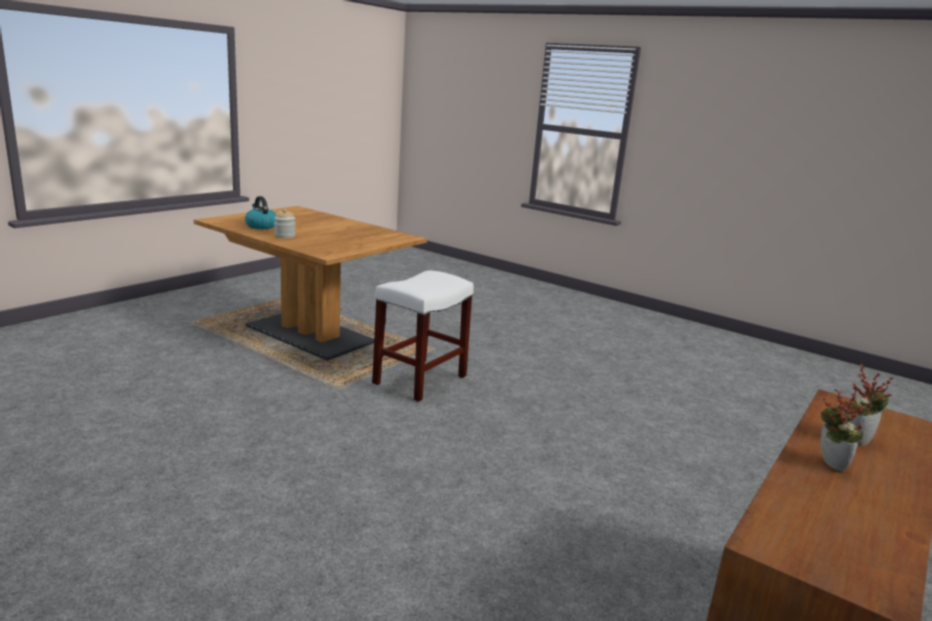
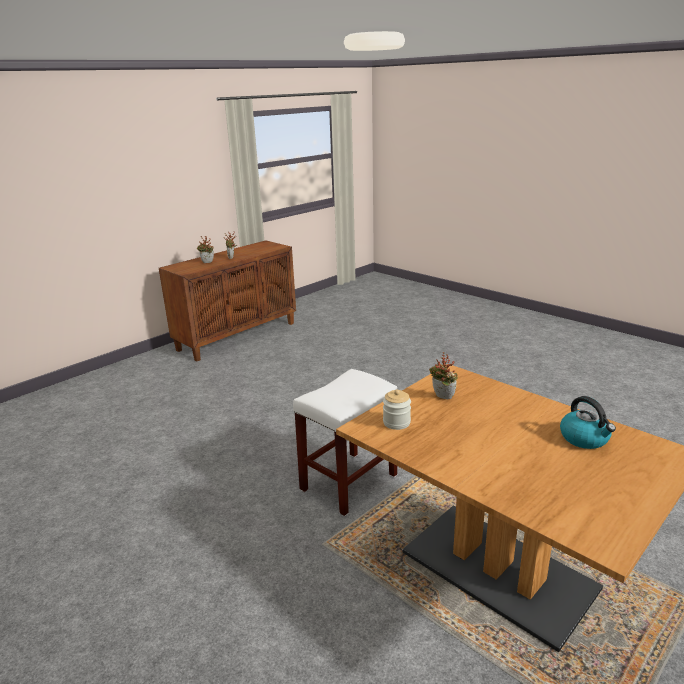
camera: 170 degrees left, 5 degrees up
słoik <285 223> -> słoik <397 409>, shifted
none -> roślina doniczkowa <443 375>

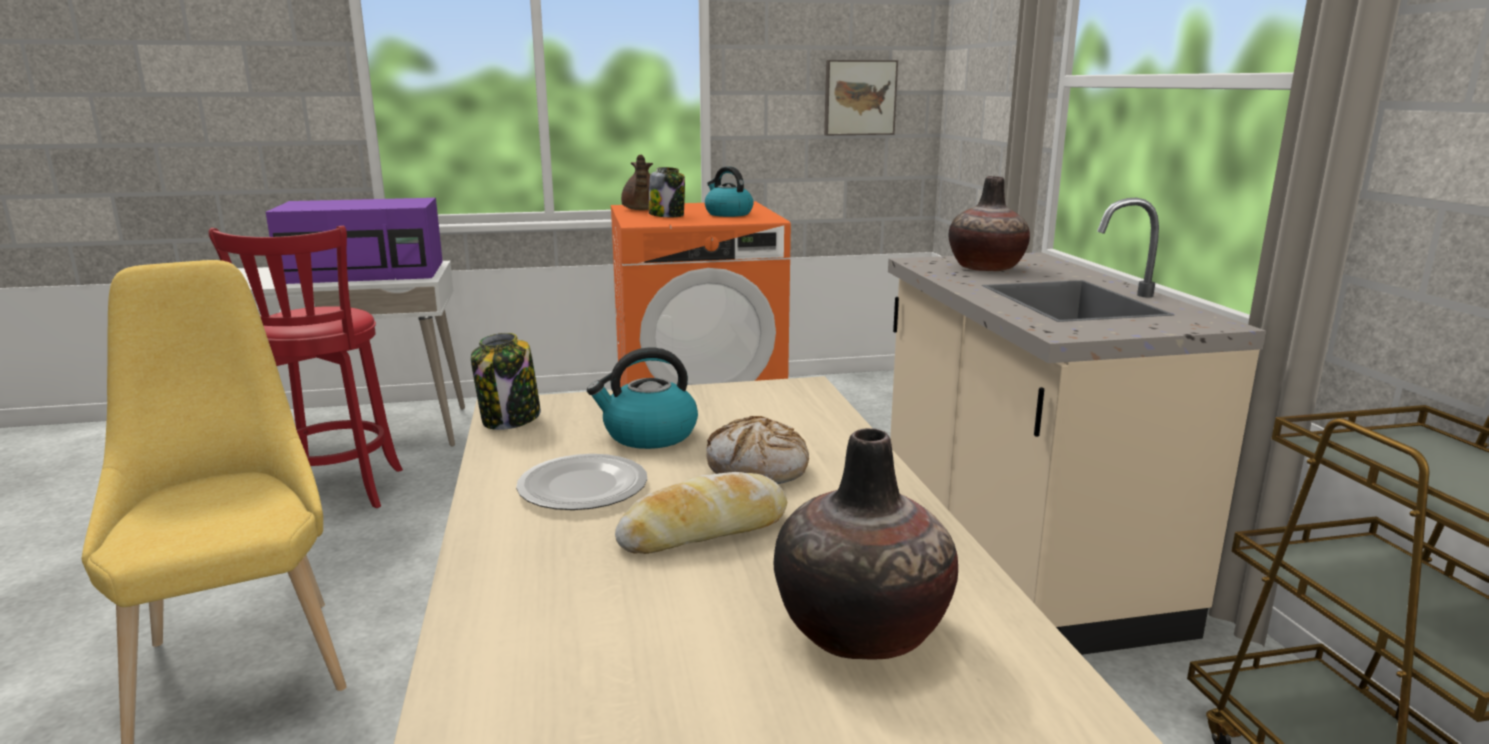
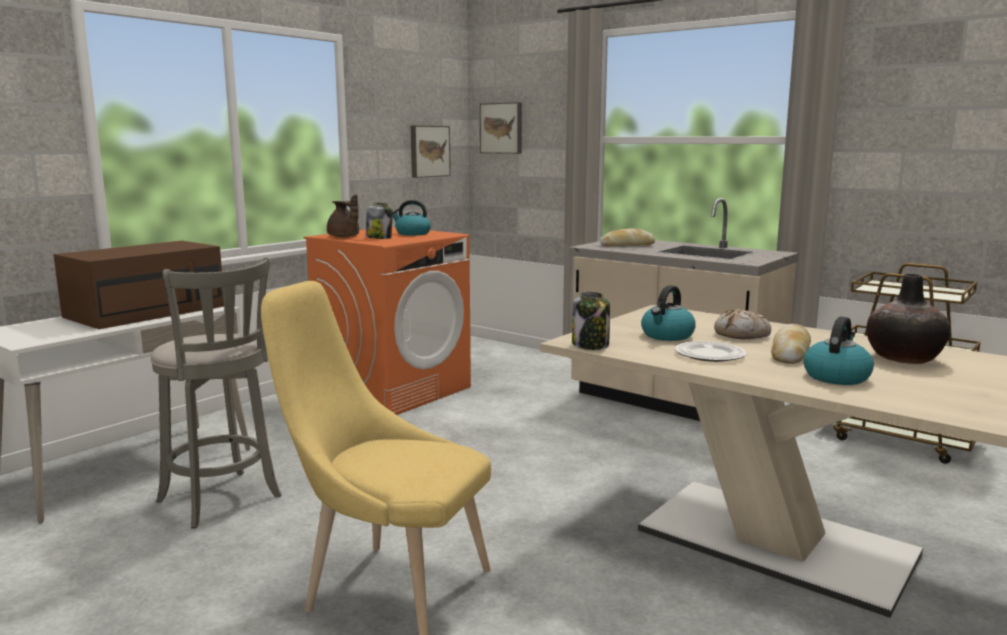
camera: 40 degrees left, 5 degrees down
mikrofalówka [fioletowy] <354 241> -> mikrofalówka [brązowy] <138 285>
stołek [czerwony] <305 367> -> stołek [szary] <215 392>
none -> obraz <501 128>
wazon <989 223> -> chleb <627 237>
none -> czajnik <838 351>

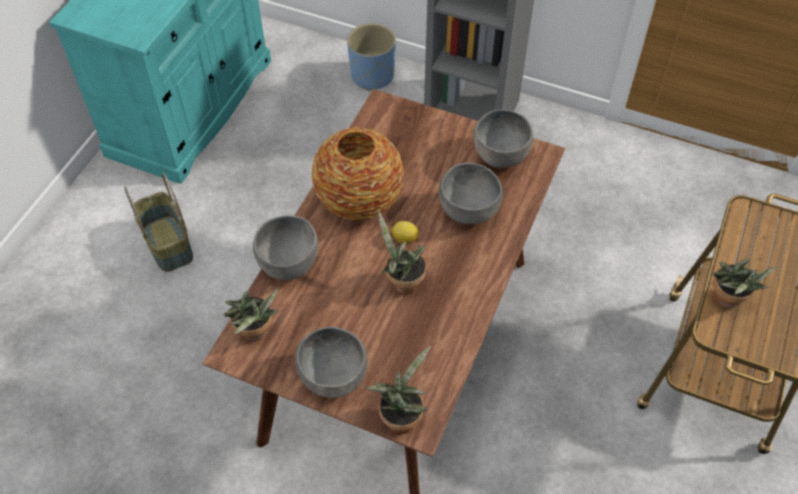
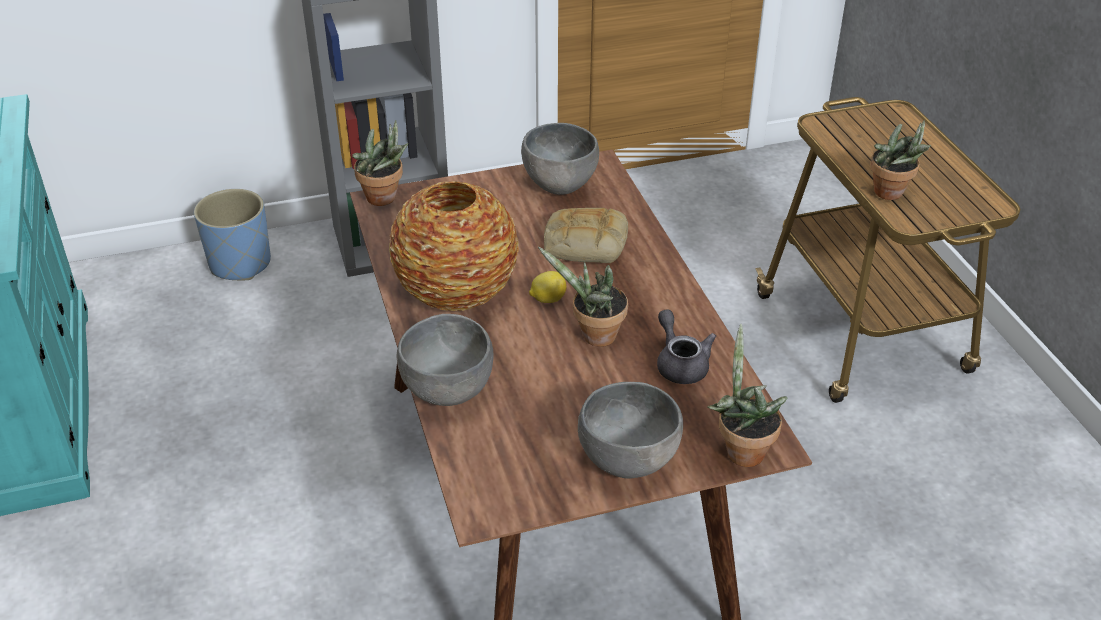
camera: 40 degrees left, 15 degrees down
roślina doniczkowa <251 314> -> roślina doniczkowa <380 163>, shifted
miska [szary] <471 193> -> chleb <586 235>
none -> imbryk [szary] <686 346>
koszyk <158 222> -> none

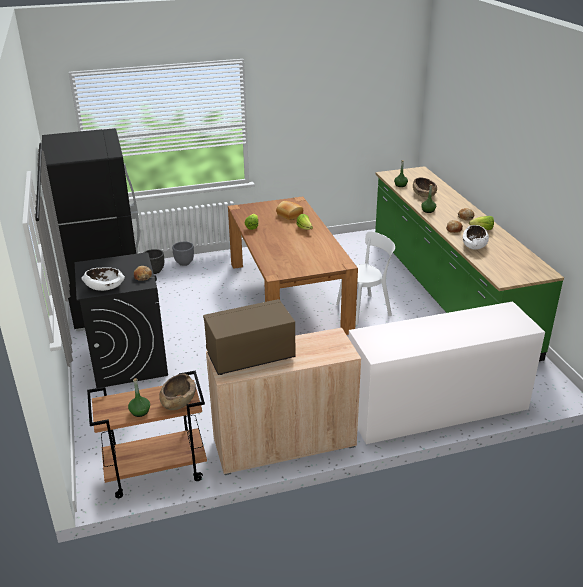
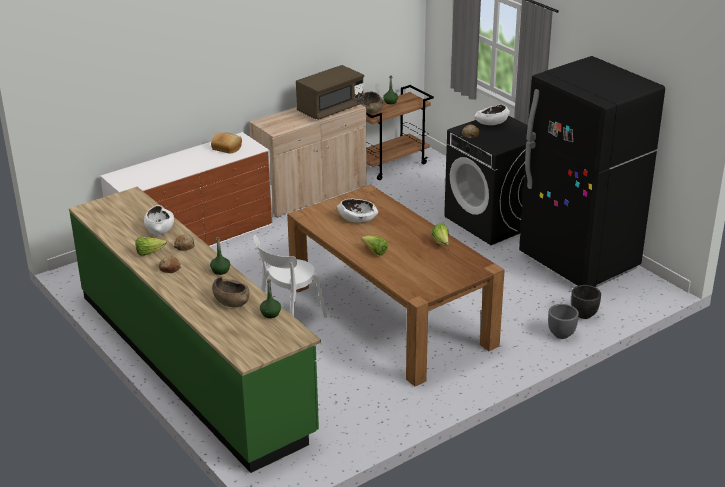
camera: 160 degrees right, 0 degrees up
chleb <289 210> -> chleb <226 143>, shifted
none -> miska [biały] <357 211>

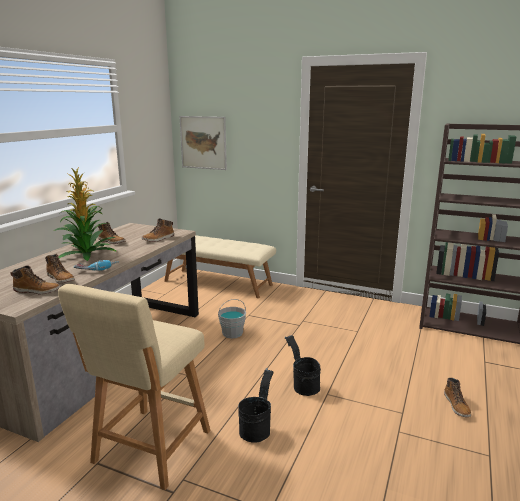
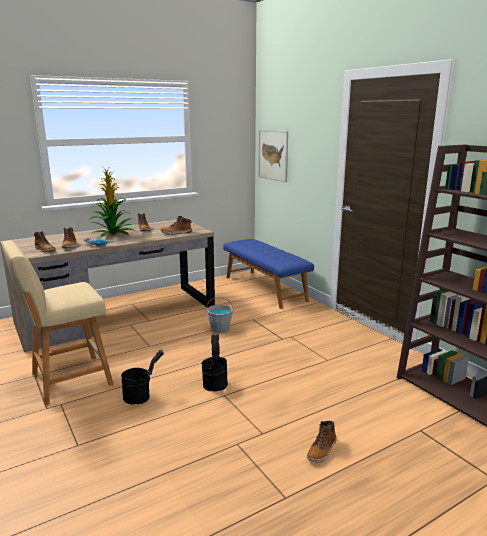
camera: 35 degrees right, 0 degrees up
ławka [beżowy] <220 266> -> ławka [niebieski] <268 274>

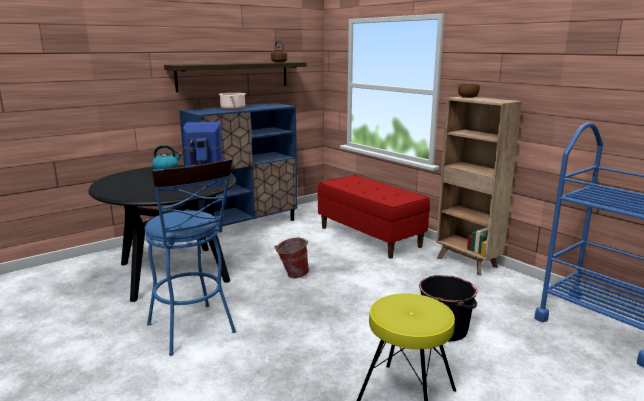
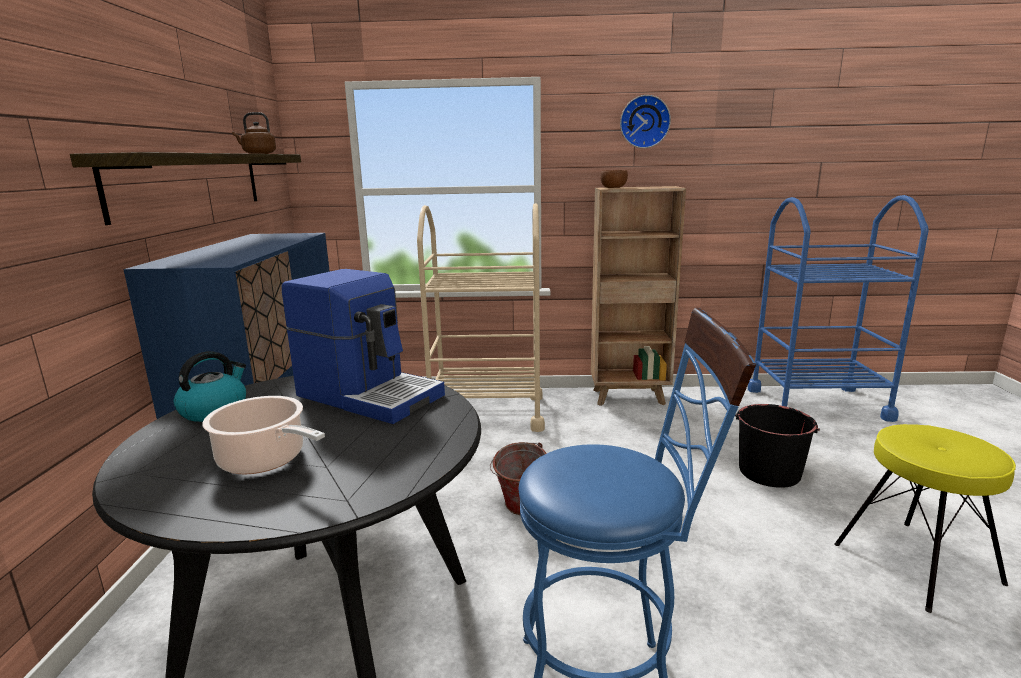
camera: 50 degrees left, 0 degrees up
garnek <232 101> -> garnek <263 435>, shifted
ławka [czerwony] <374 217> -> wózek [beżowy] <481 317>
none -> zegar ścienny <645 121>

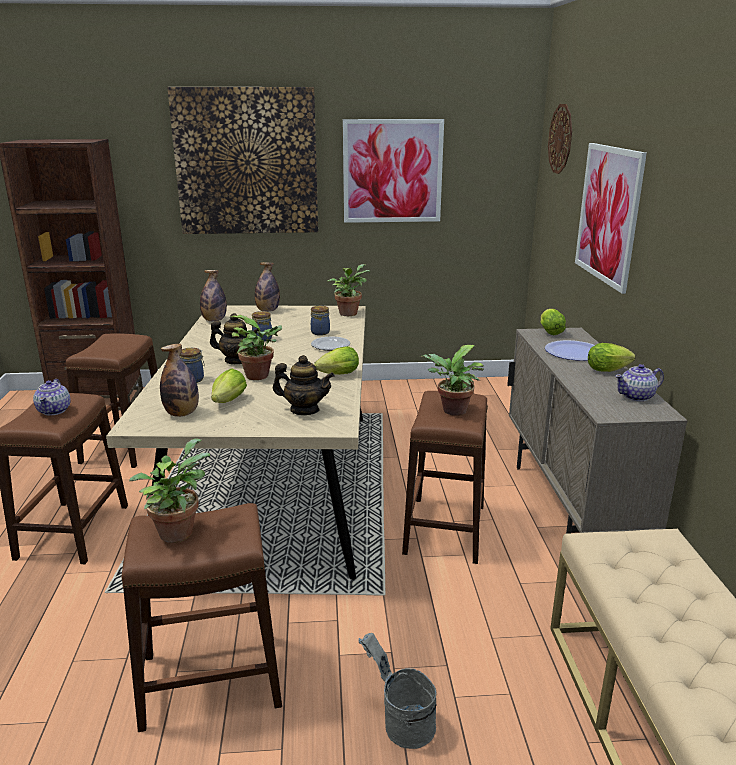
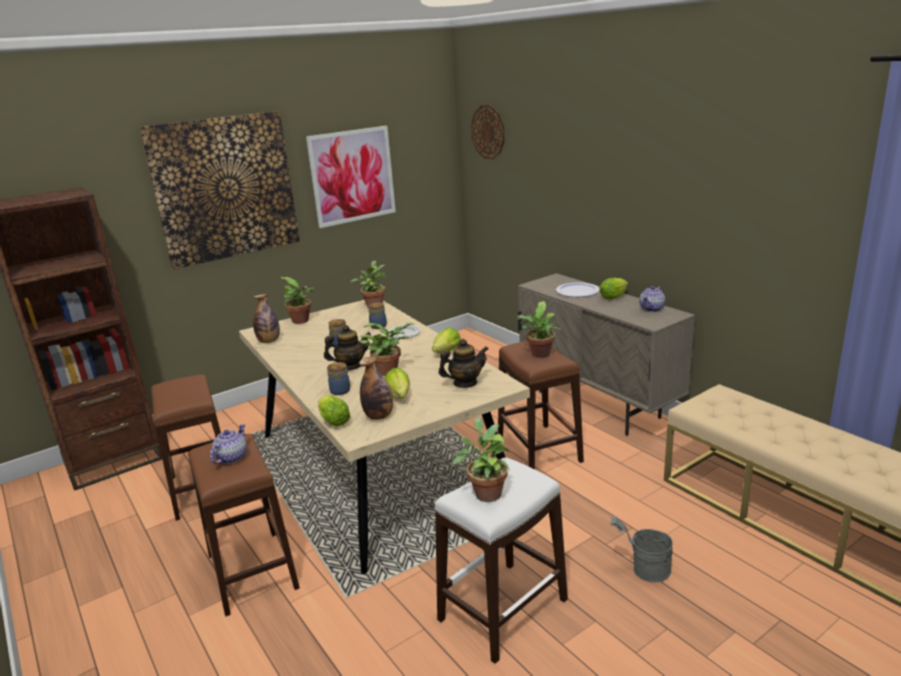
camera: 30 degrees left, 0 degrees up
imbryk <52 397> -> imbryk <228 444>, 120 degrees counterclockwise
butelka <267 287> -> roślina doniczkowa <297 300>
sałata <553 322> -> sałata <334 410>, shifted
stołek [brązowy] <202 617> -> stołek [biały] <501 561>
obraz <611 218> -> none

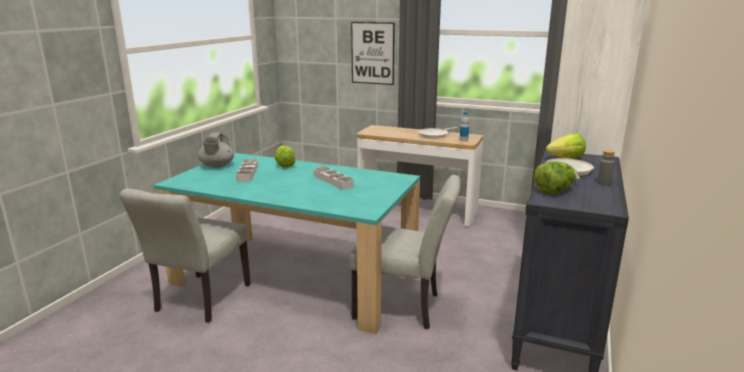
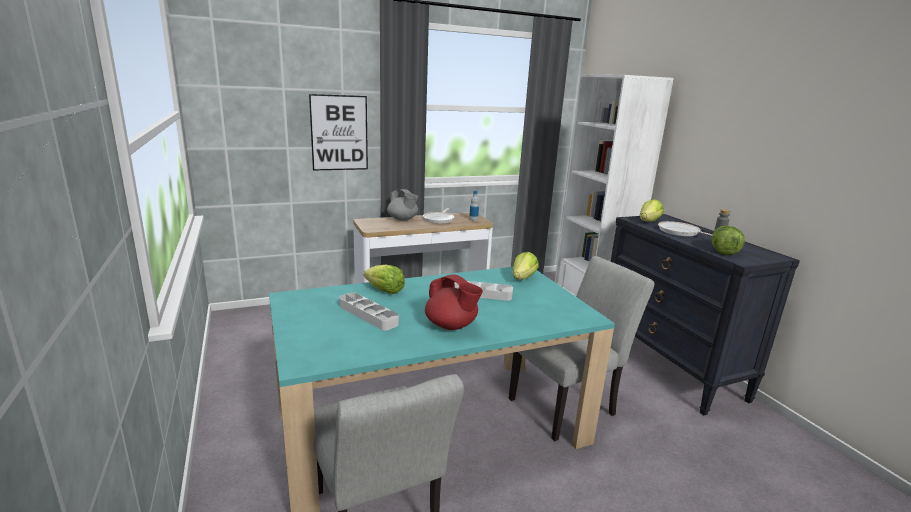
camera: 45 degrees left, 0 degrees up
imbryk [szary] <216 150> -> imbryk [szary] <402 205>, shifted
none -> imbryk [czerwony] <454 302>
none -> sałata <525 266>

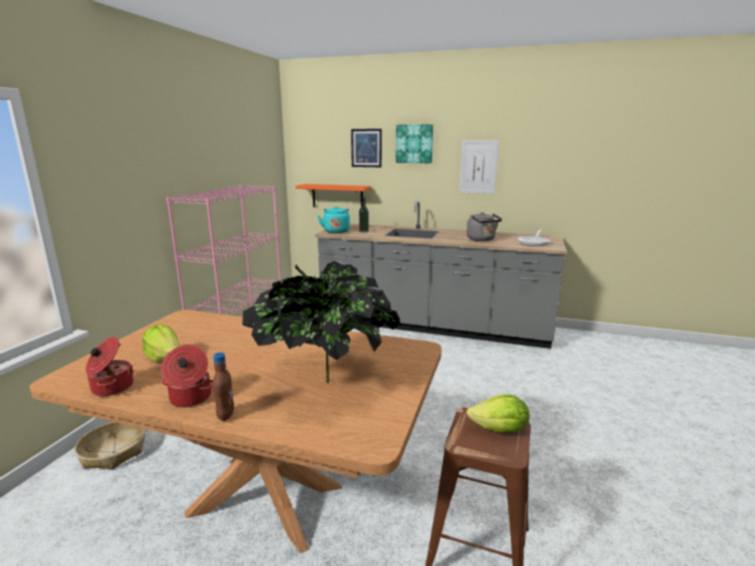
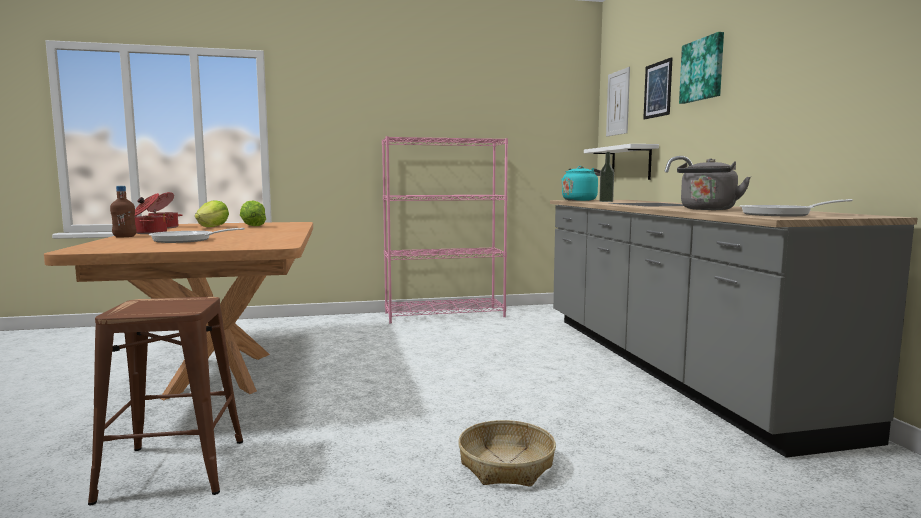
camera: 60 degrees right, 10 degrees down
roślina doniczkowa <321 322> -> patelnia <197 235>
sałata <498 413> -> sałata <253 213>, shifted
koszyk <110 446> -> koszyk <507 453>, shifted
półka [pomarańczowy] <333 195> -> półka [biały] <621 162>
obraz <479 167> -> obraz <618 102>, shifted

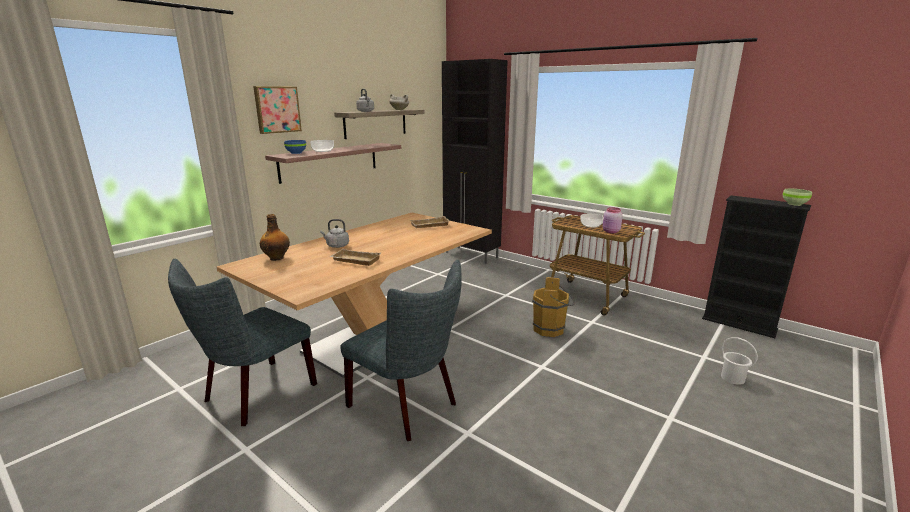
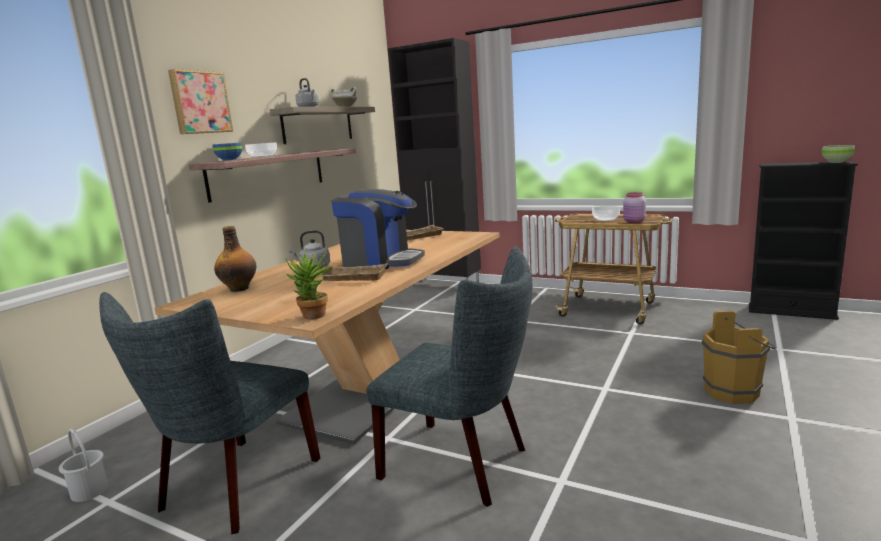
camera: 10 degrees left, 5 degrees down
wiadro [biały] <739 361> -> wiadro [biały] <83 465>, shifted
none -> roślina doniczkowa <309 286>
none -> ekspres do kawy <378 229>
wiadro [brązowy] <553 307> -> wiadro [brązowy] <739 357>, shifted

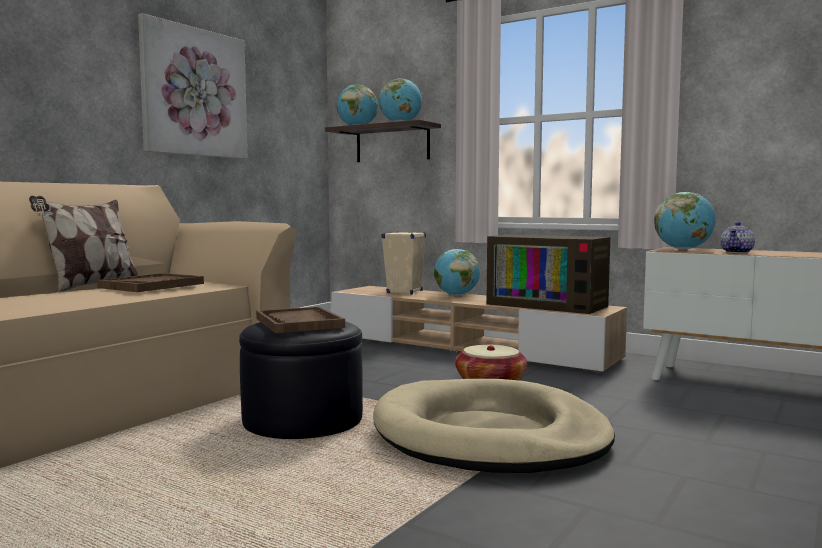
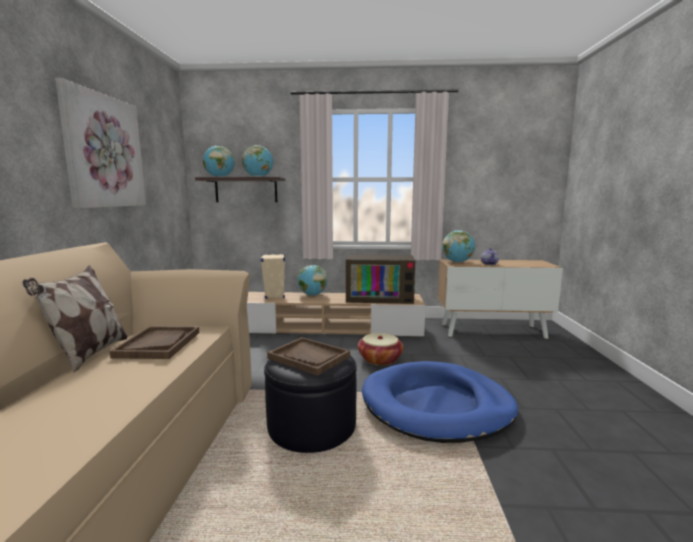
camera: 30 degrees left, 5 degrees up
legowisko [beżowy] <494 426> -> legowisko [niebieski] <440 402>

